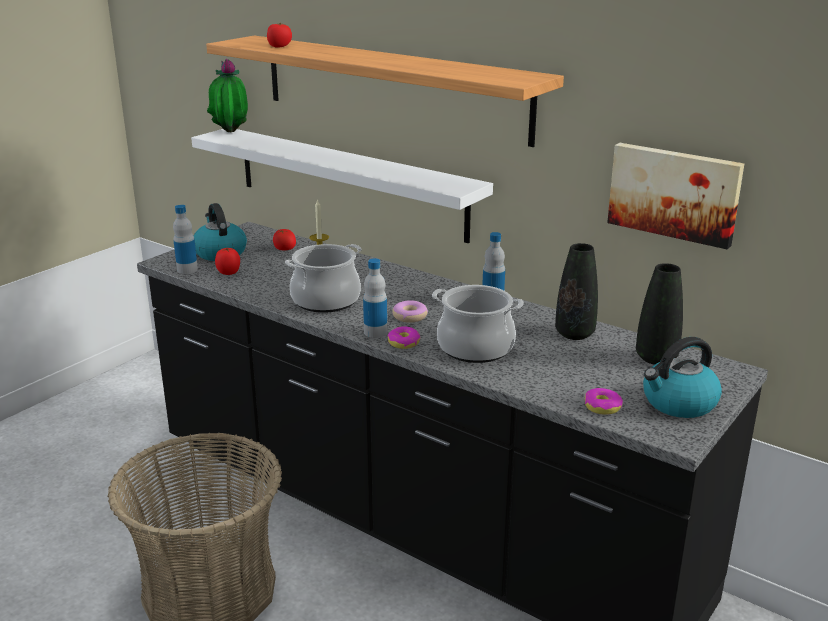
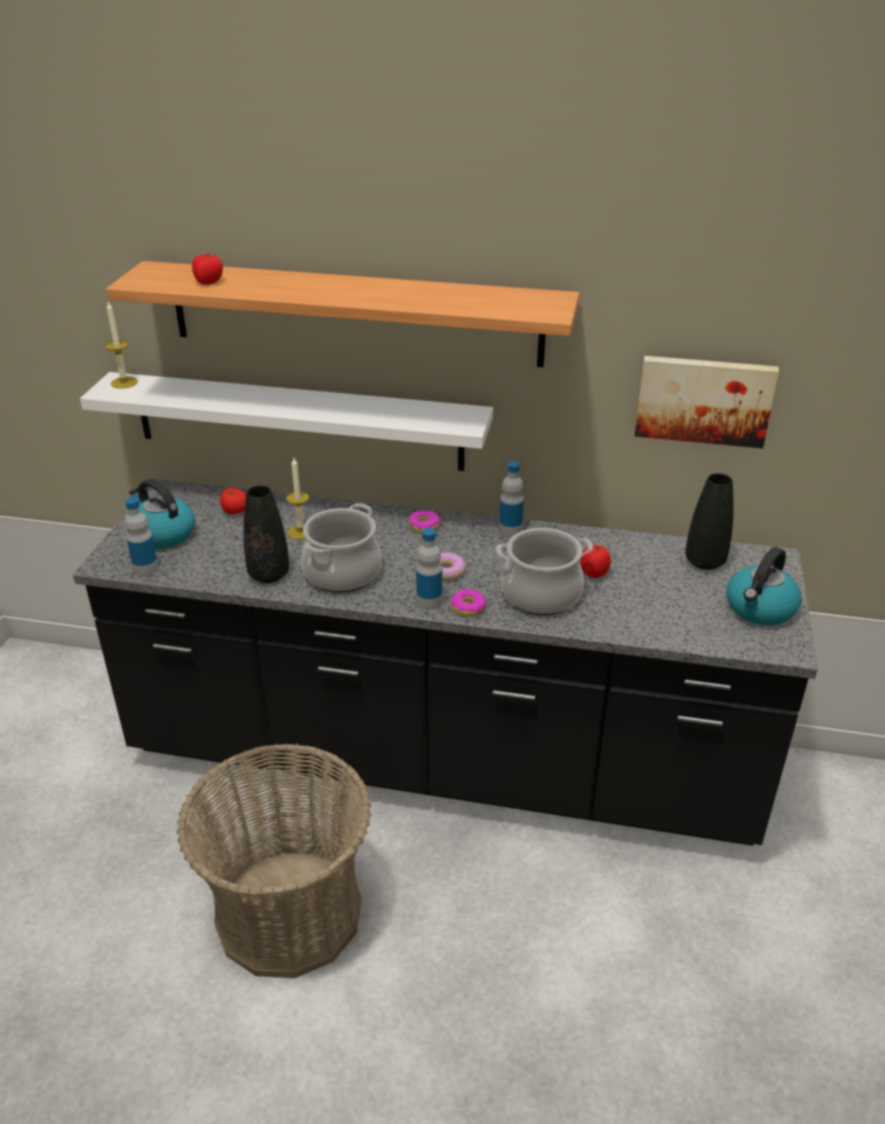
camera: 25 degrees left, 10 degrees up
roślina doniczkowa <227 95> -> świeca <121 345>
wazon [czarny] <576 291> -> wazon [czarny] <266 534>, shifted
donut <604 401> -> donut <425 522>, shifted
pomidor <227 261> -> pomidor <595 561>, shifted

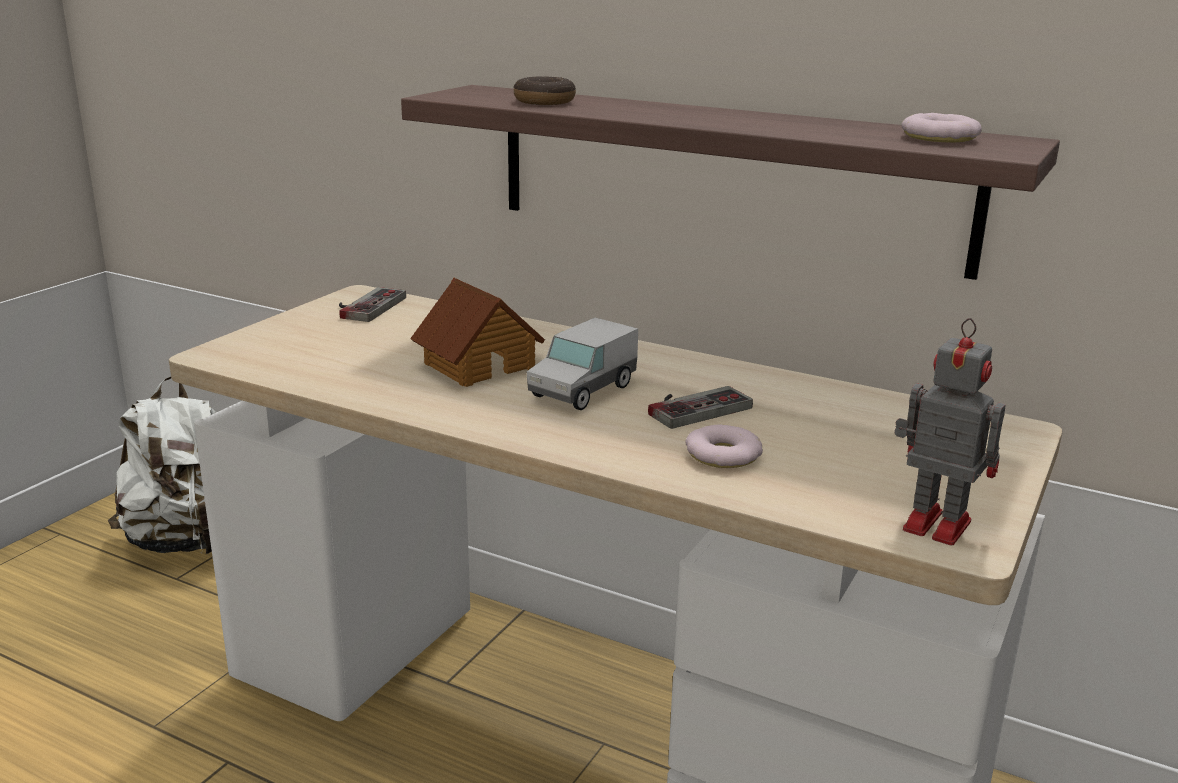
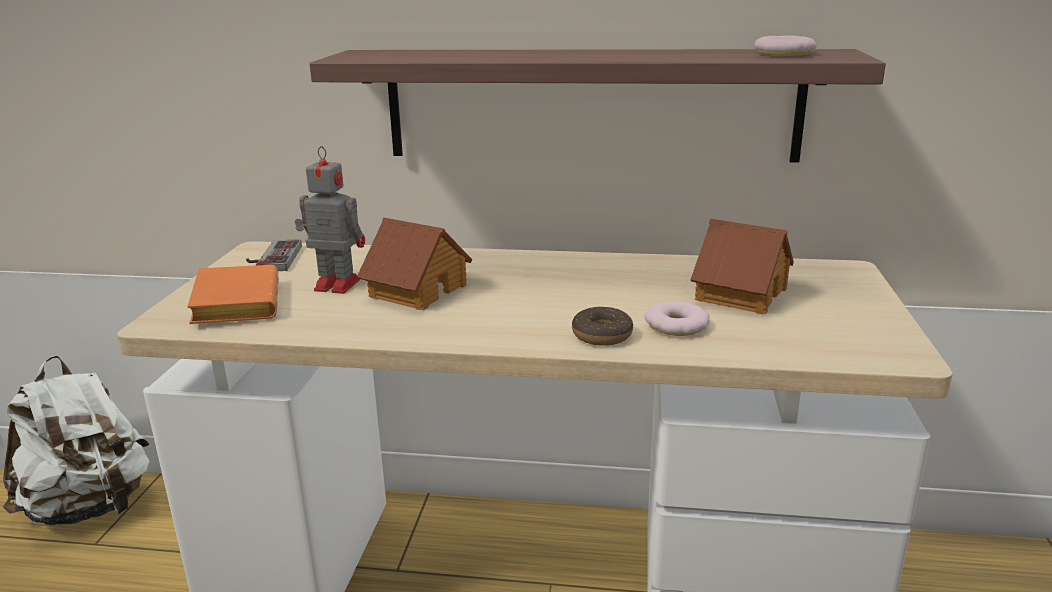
camera: 20 degrees left, 0 degrees up
none -> książka [pomarańczowy] <233 294>
robot zabawkowy <949 432> -> robot zabawkowy <330 220>, shifted
donut <544 90> -> donut <602 326>, shifted
none -> domek <742 266>
ciężarówka zabawkowa <582 364> -> none
pad do gier <700 407> -> none

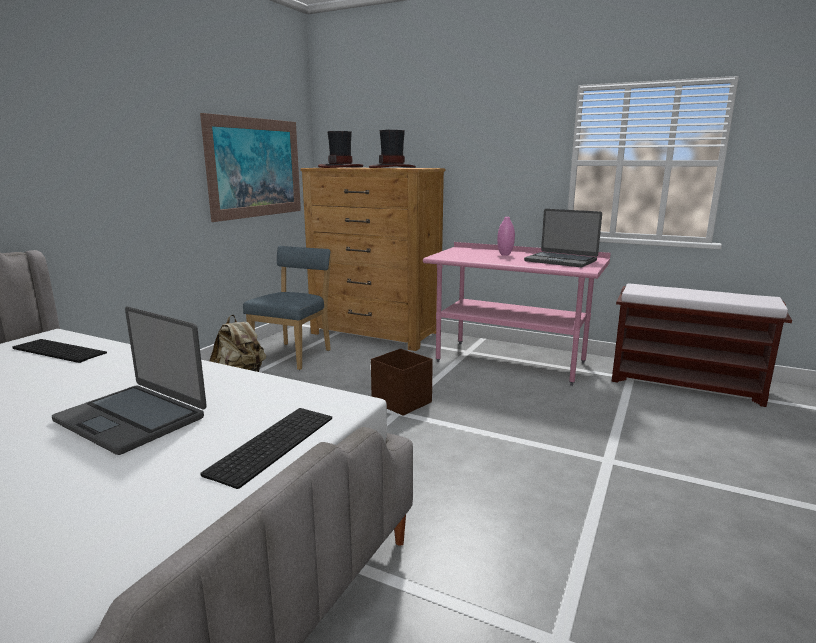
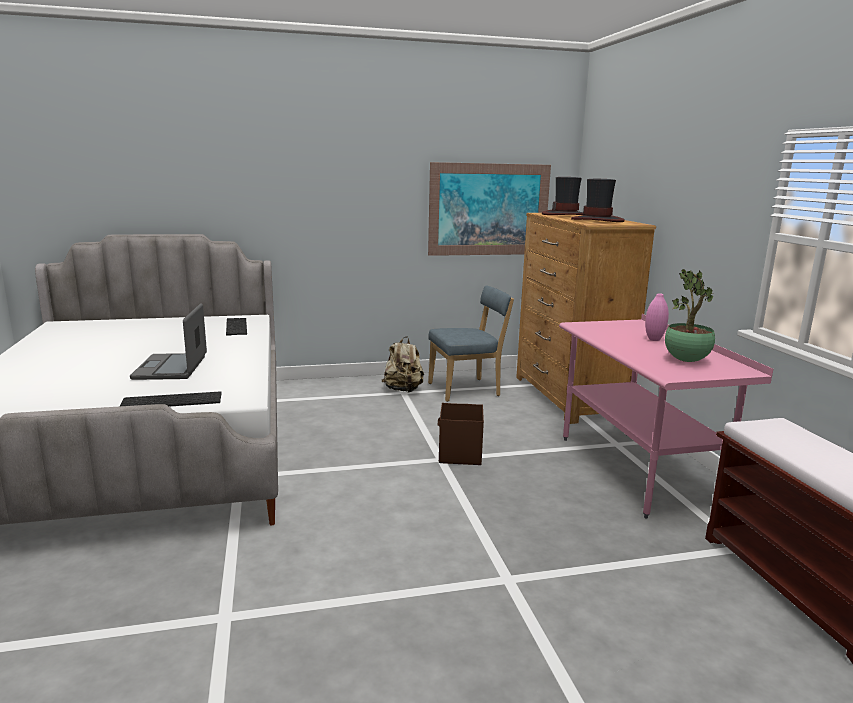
camera: 50 degrees right, 0 degrees up
laptop <563 238> -> roślina doniczkowa <690 315>

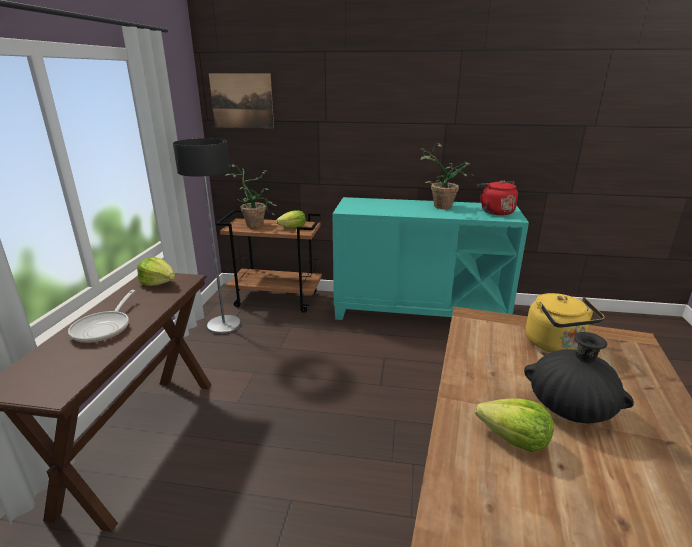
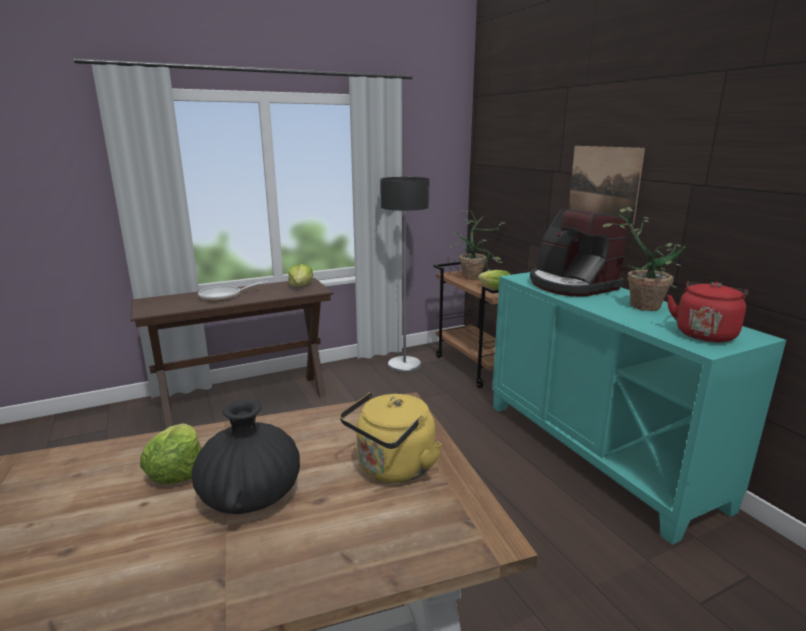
camera: 55 degrees right, 5 degrees down
none -> ekspres do kawy <579 253>
obraz <241 100> -> obraz <606 185>, shifted

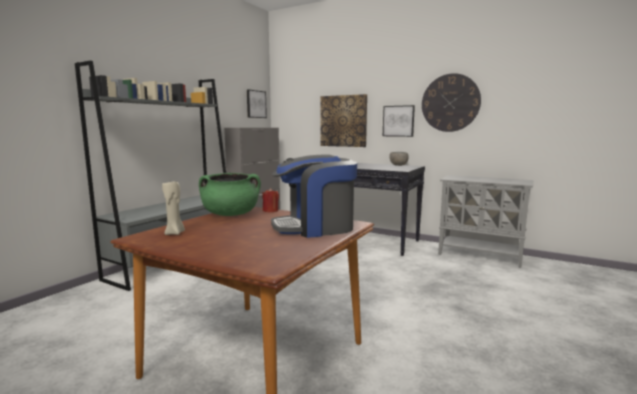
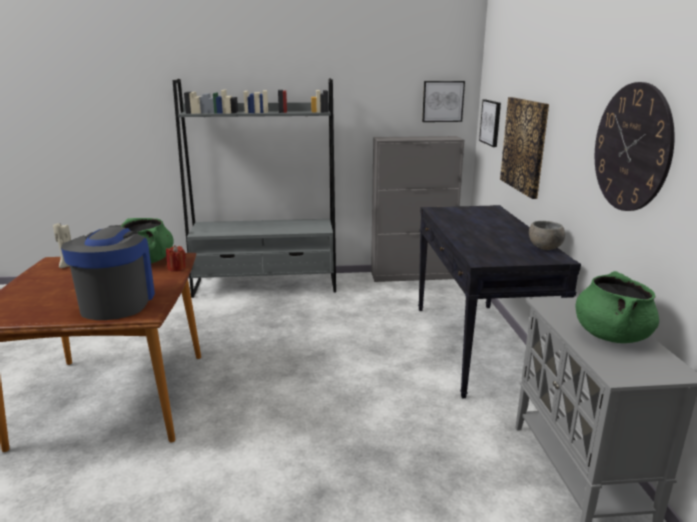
camera: 55 degrees right, 10 degrees up
ekspres do kawy <314 196> -> ekspres do kawy <108 272>, 45 degrees clockwise
obraz <399 121> -> obraz <490 123>, shifted
none -> garnek [zielony] <617 307>

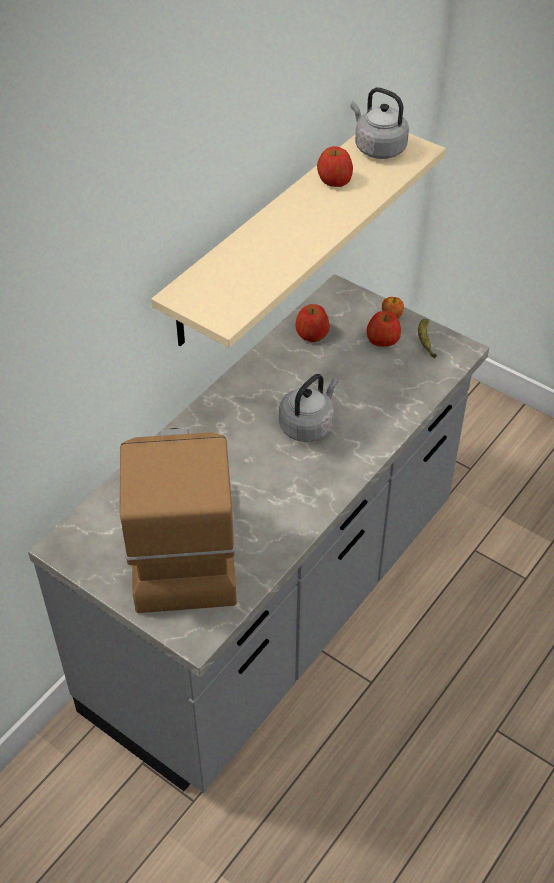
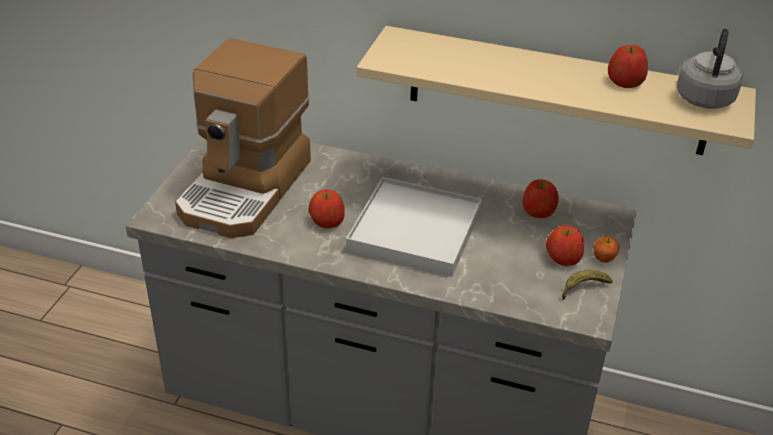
camera: 70 degrees right, 10 degrees down
ekspres do kawy <178 520> -> ekspres do kawy <243 138>, 135 degrees clockwise
none -> jabłko <327 208>
czajnik [szary] <308 408> -> taca [biały] <414 227>

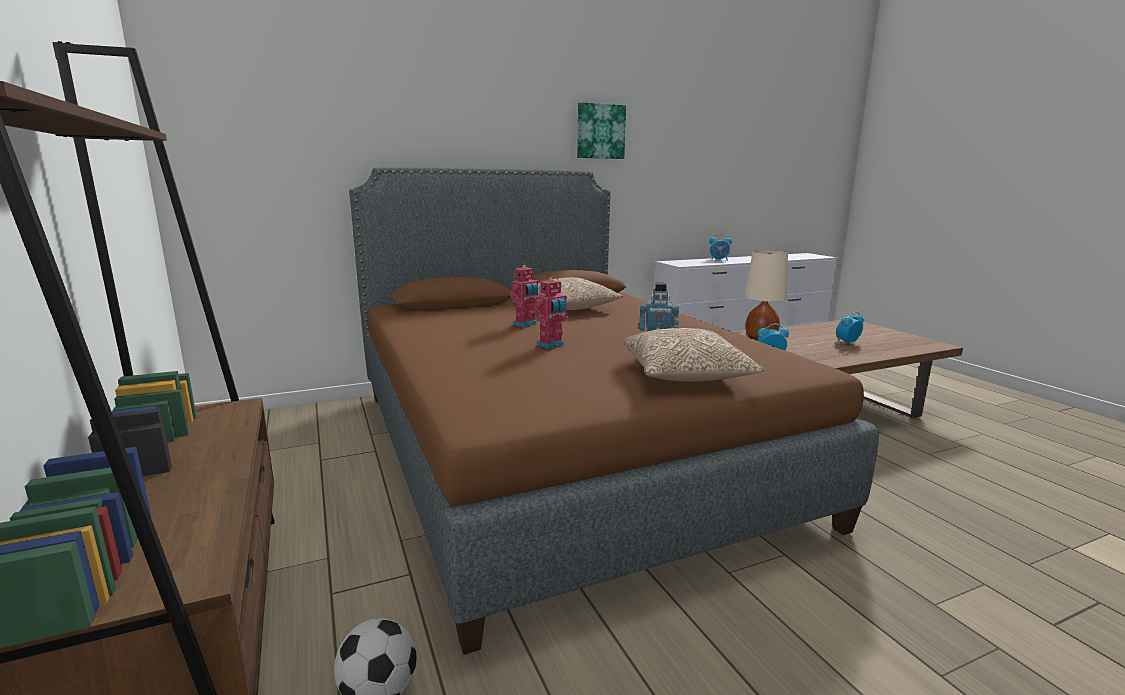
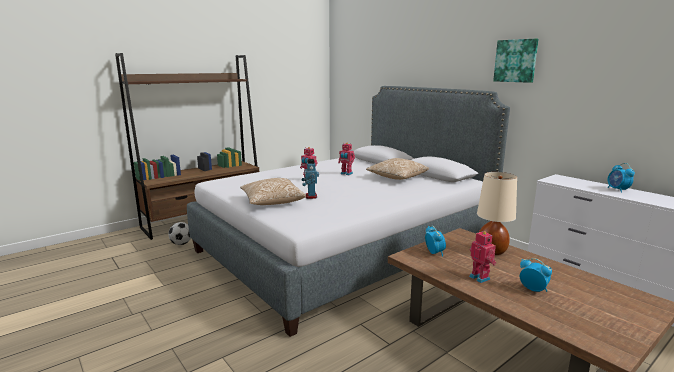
camera: 75 degrees right, 0 degrees up
łóżko [brązowy] <614 411> -> łóżko [szary] <348 211>
none -> robot zabawkowy <482 256>

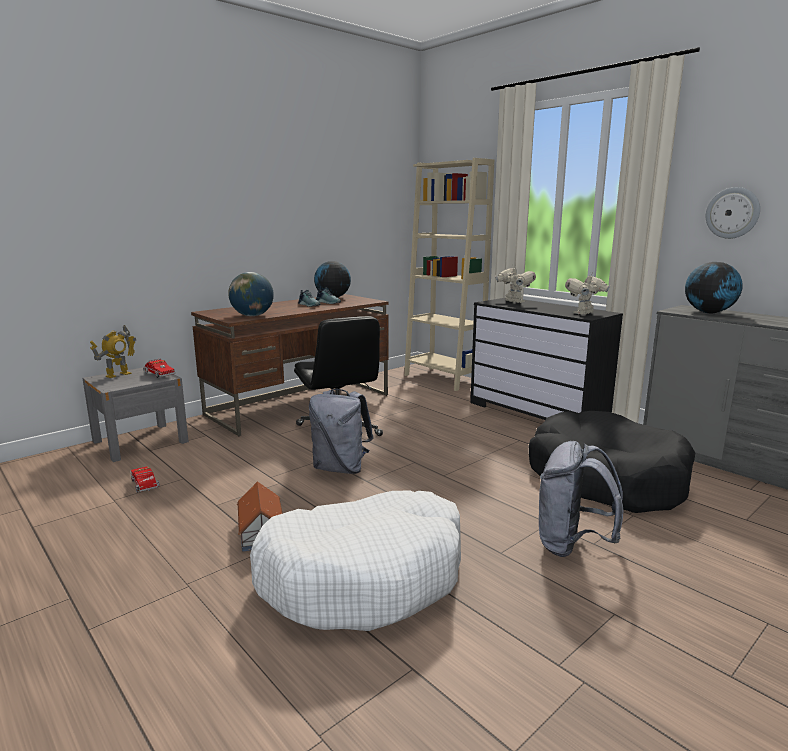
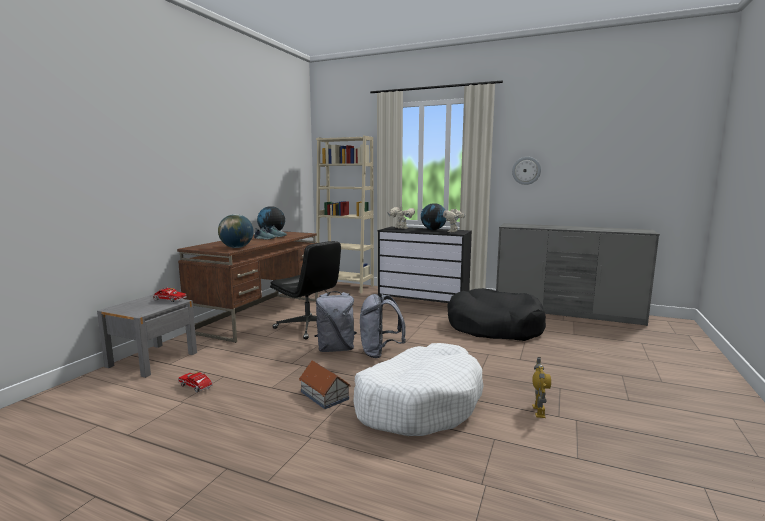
camera: 25 degrees left, 5 degrees down
plecak [szary] <581 499> -> plecak [szary] <383 325>, shifted
globus <714 287> -> globus <434 216>, shifted
robot zabawkowy <113 351> -> robot zabawkowy <541 387>, shifted

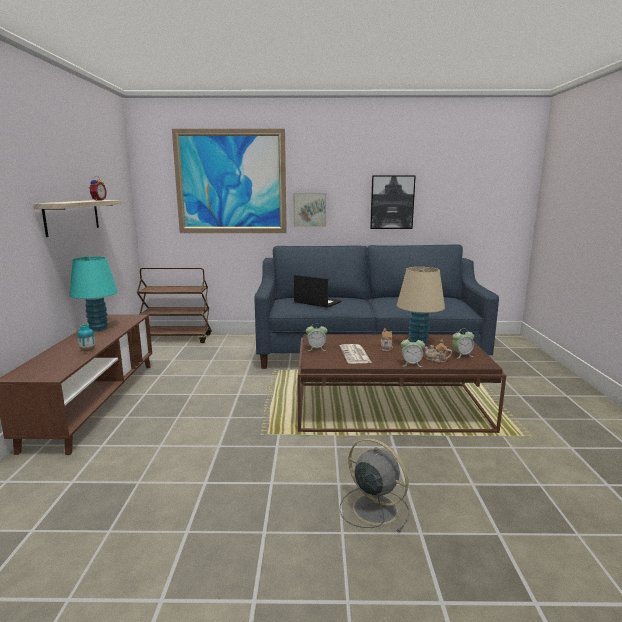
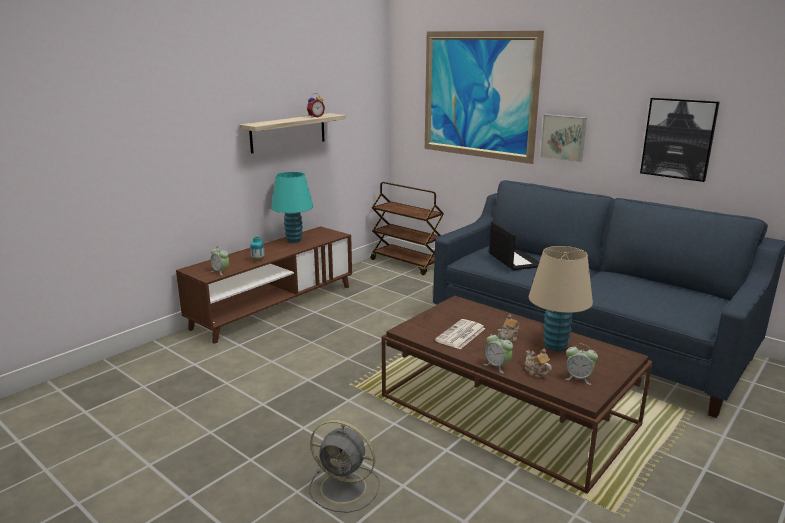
camera: 40 degrees right, 5 degrees up
budzik <317 337> -> budzik <219 260>, shifted
wentylator [szary] <375 485> -> wentylator [szary] <344 466>, 120 degrees clockwise

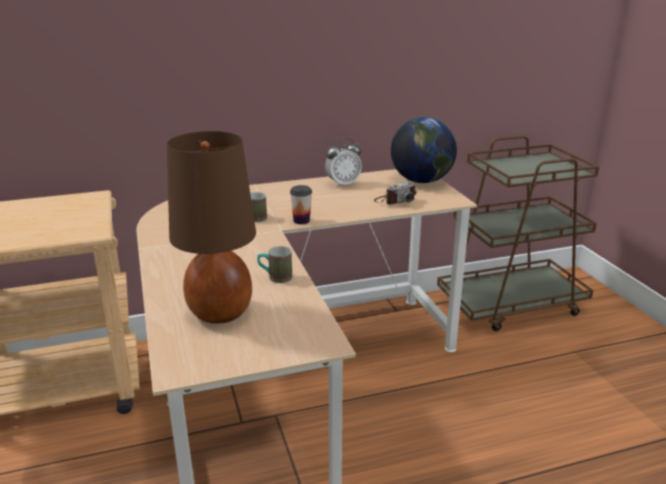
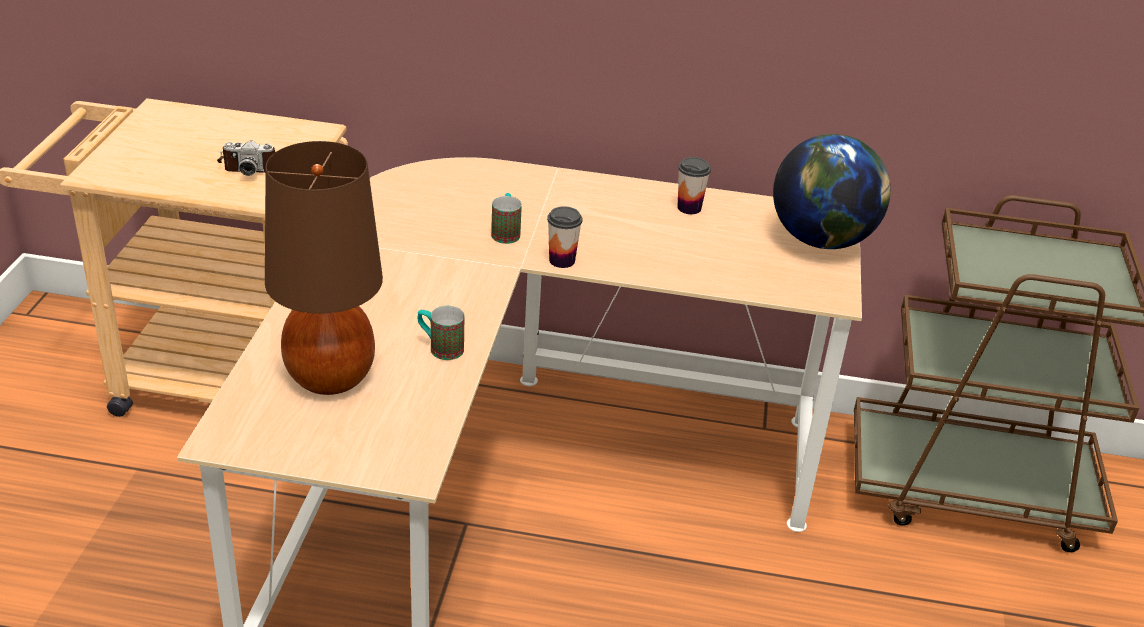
camera: 25 degrees right, 10 degrees up
aparat fotograficzny <395 193> -> aparat fotograficzny <246 158>, shifted
budzik <343 163> -> filiżanka <694 185>

